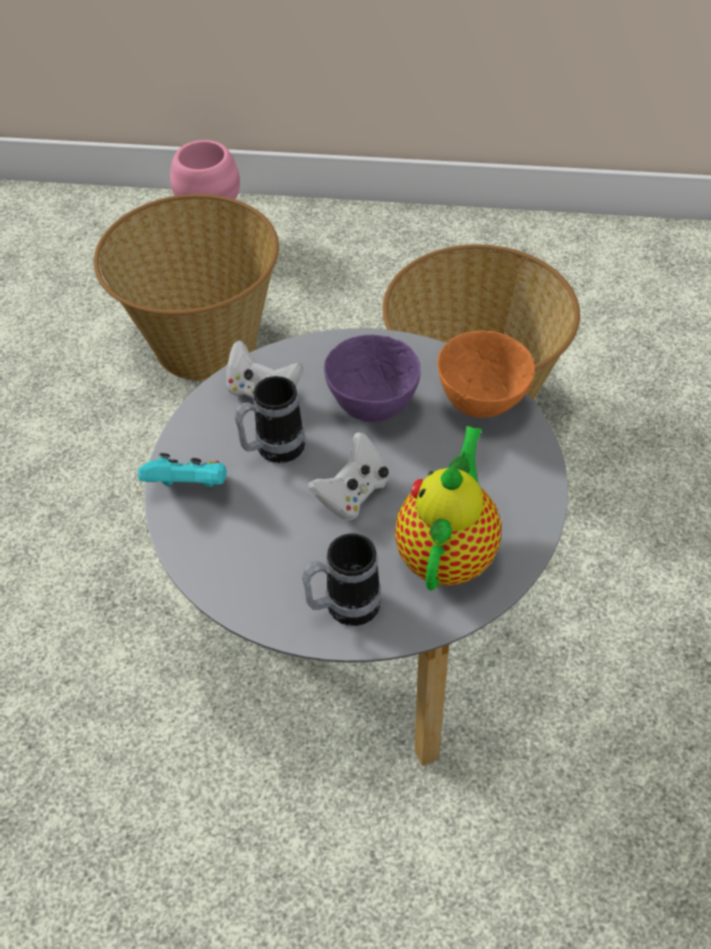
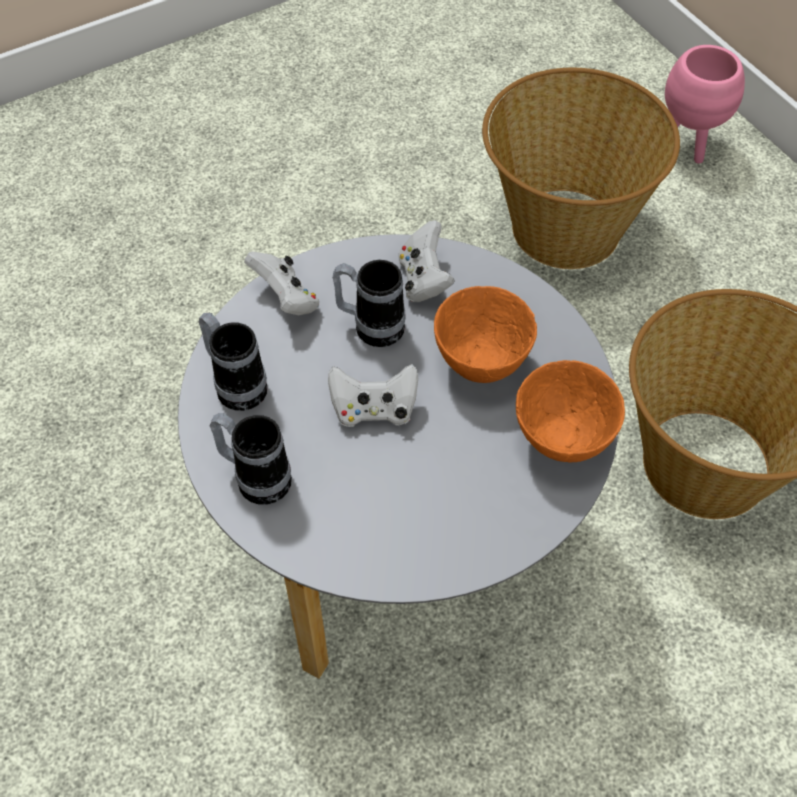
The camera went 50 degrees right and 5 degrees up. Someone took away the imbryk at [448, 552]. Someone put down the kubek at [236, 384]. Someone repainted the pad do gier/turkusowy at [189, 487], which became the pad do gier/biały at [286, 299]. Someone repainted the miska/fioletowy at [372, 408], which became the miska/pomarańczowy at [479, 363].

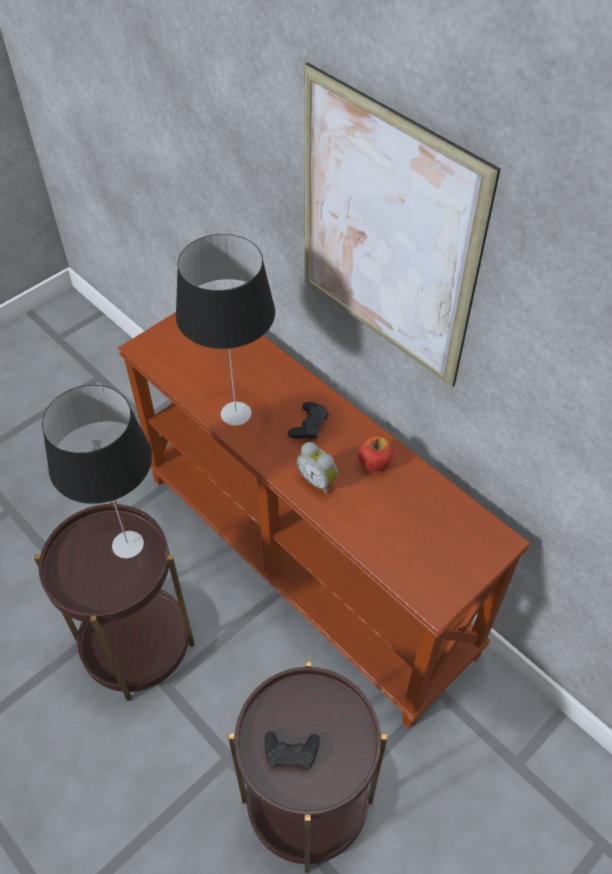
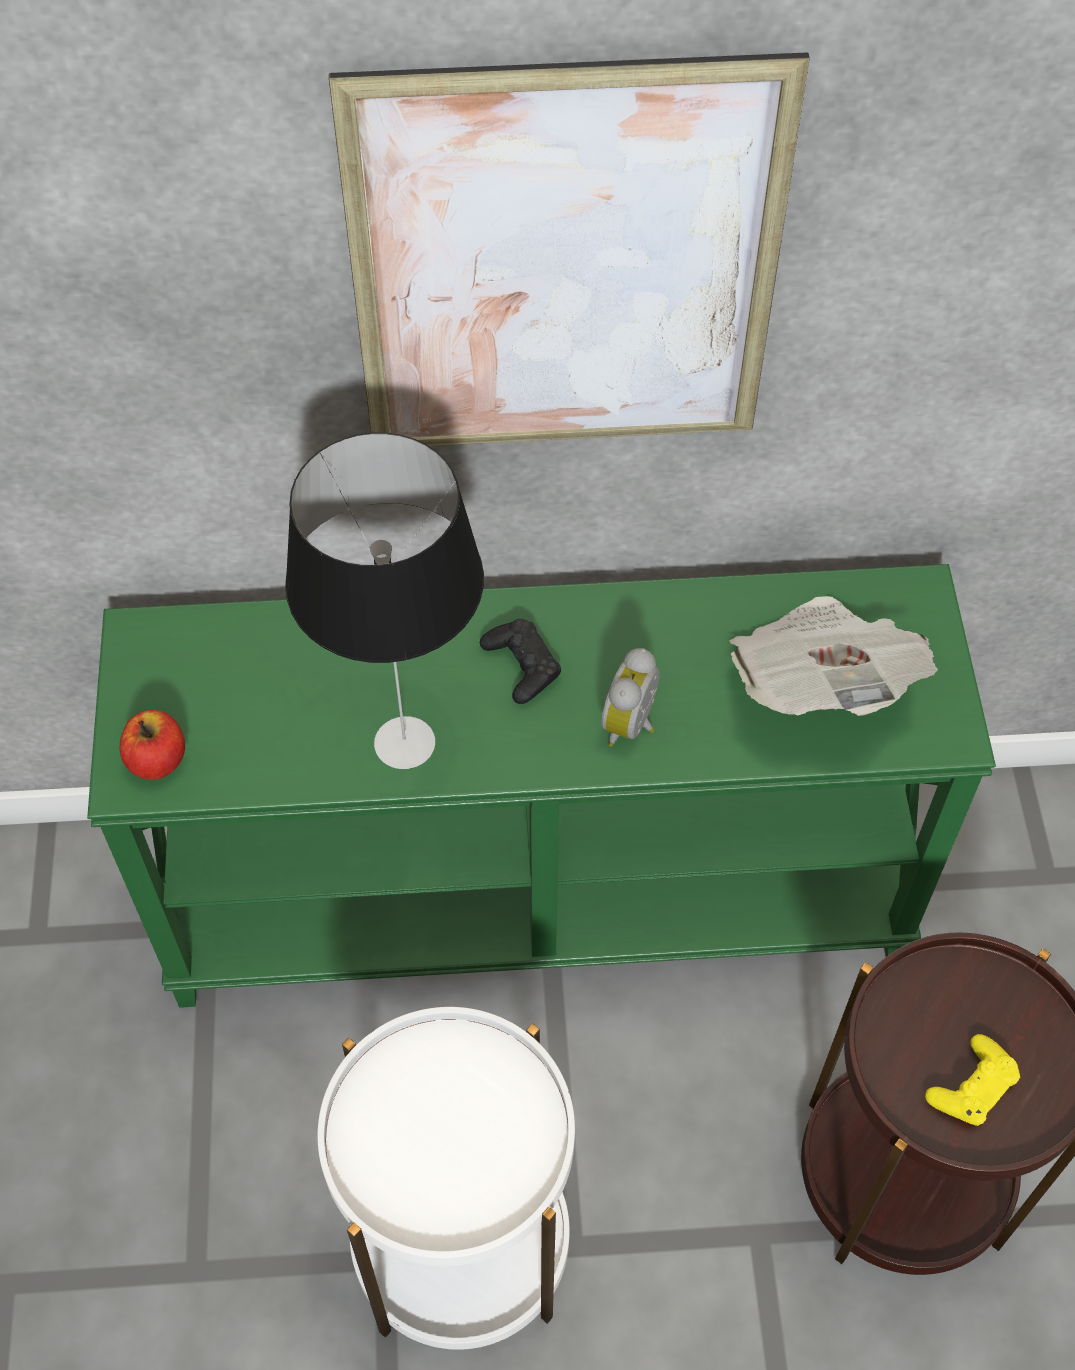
The camera went 50 degrees left and 5 degrees up. Someone took away the lampa stołowa at [126, 545]. Someone put down the gazeta at [822, 684]. Someone carried the jabłko from [375, 463] to [158, 760]. Someone repainted the stolik/brązowy at [136, 644], which became the stolik/biały at [461, 1242]. Someone repainted the stolik konsolowy/brązowy at [308, 561], which became the stolik konsolowy/zielony at [539, 893]. Someone repainted the pad do gier/czarny at [291, 752], which became the pad do gier/żółty at [972, 1086]. Someone rotated the budzik at [318, 480] by 120 degrees clockwise.

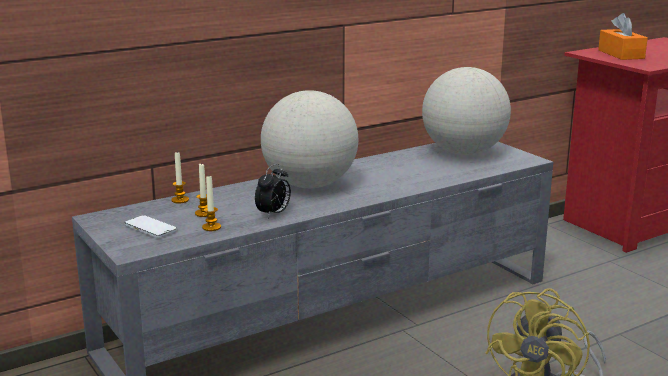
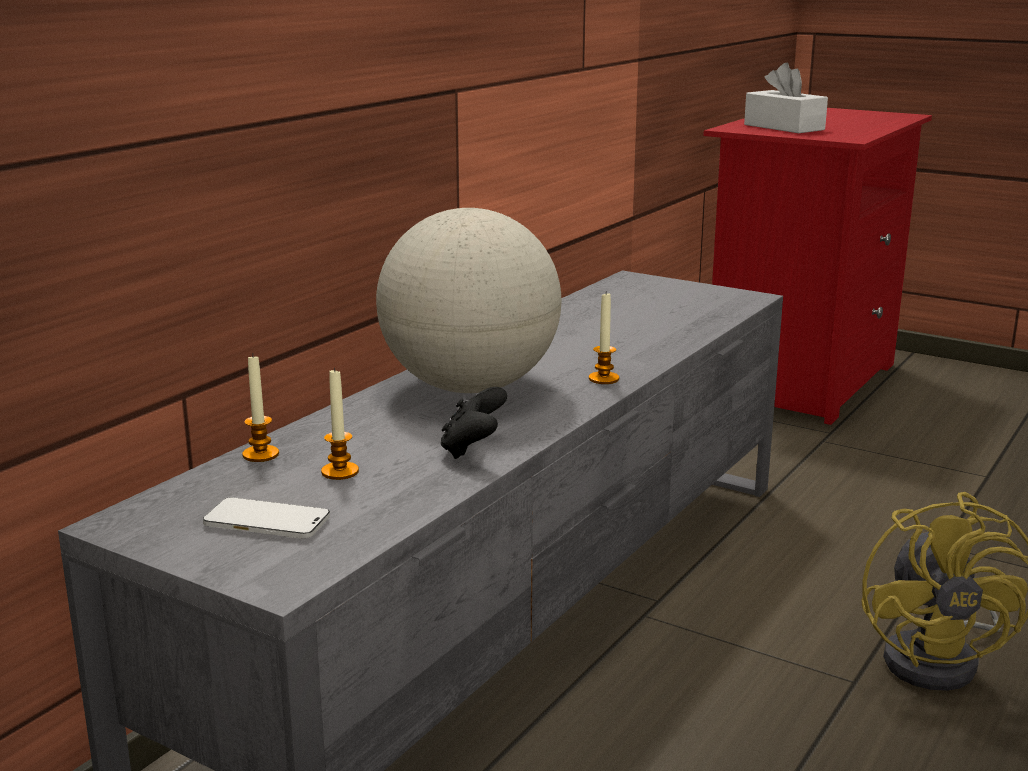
The camera went 25 degrees left and 0 degrees up. Someone took away the globus at [463, 152]. Someone carried the świeca from [211, 227] to [603, 379]. Someone swapped the budzik at [273, 214] for the pad do gier/czarny at [473, 449]. Someone repainted the pudełko chusteczek/pomarańczowy at [621, 54], which became the pudełko chusteczek/biały at [784, 127].

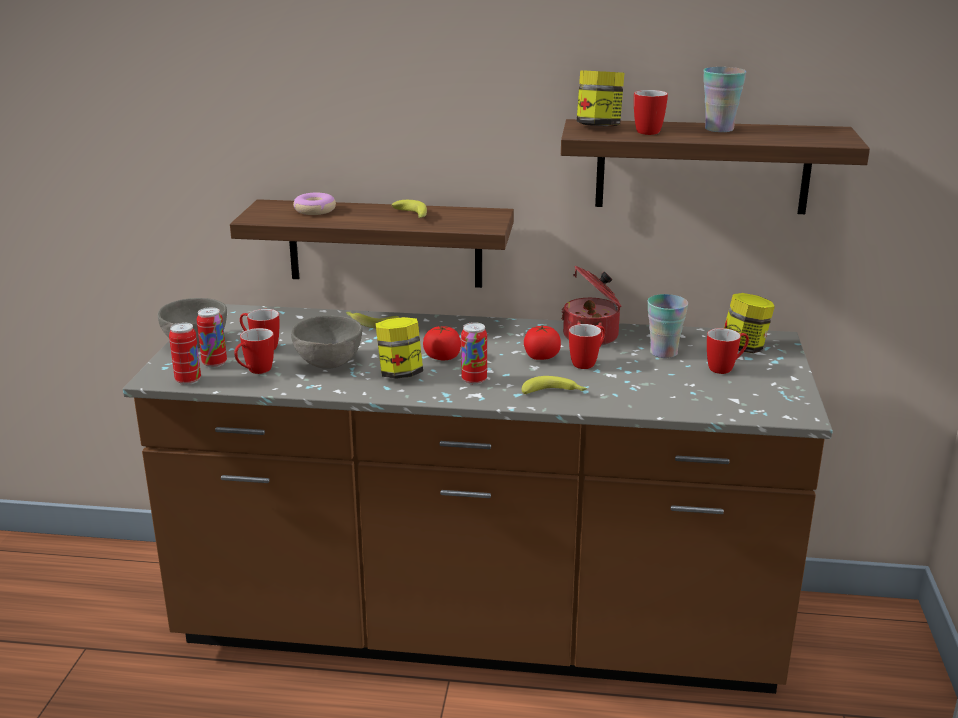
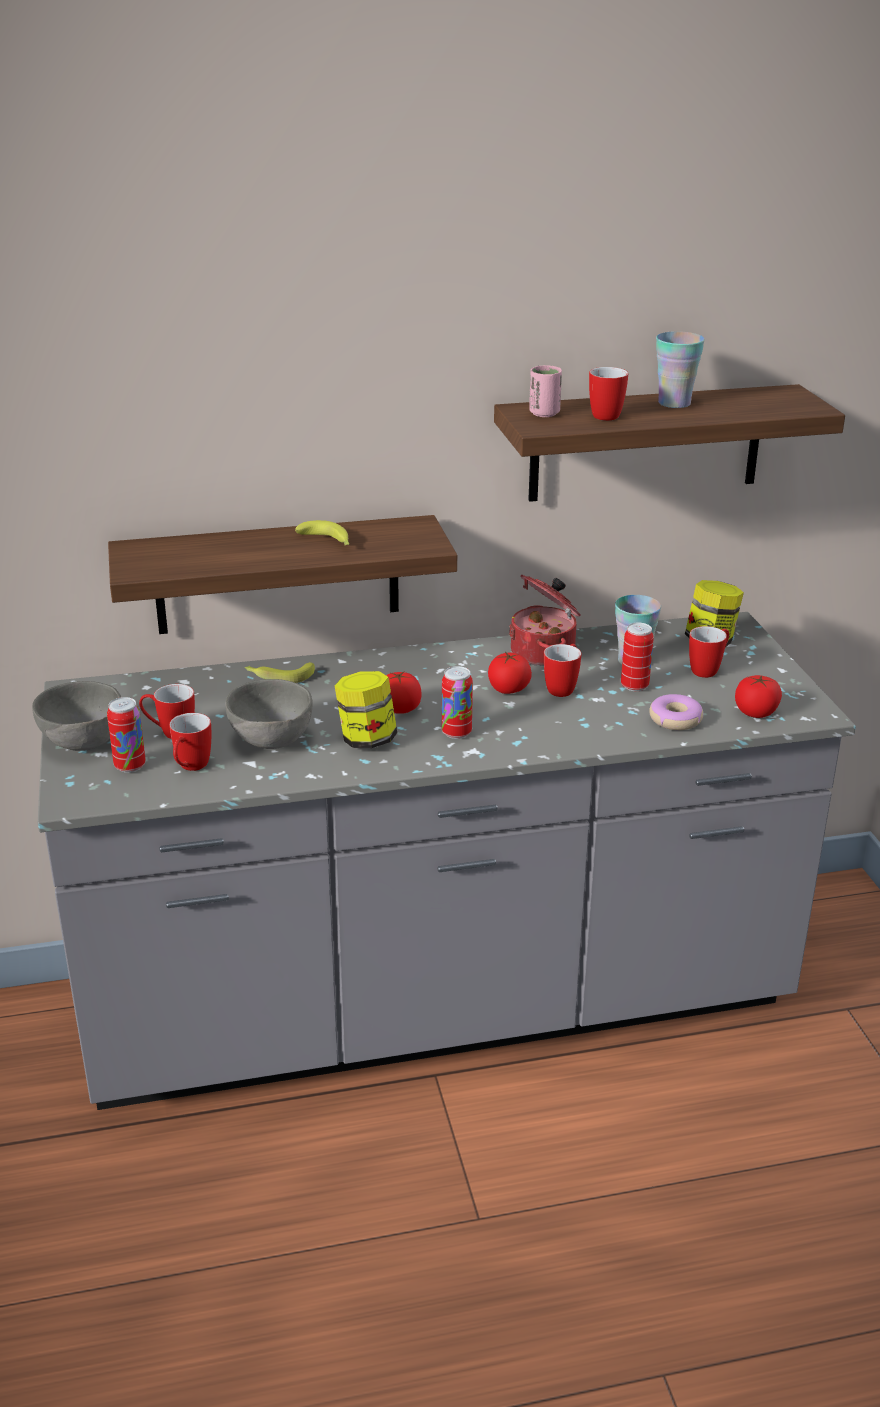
The camera went 20 degrees left and 5 degrees up. Someone took away the banan at [554, 393]. Someone put down the pomidor at [755, 712]. Someone carried the puszka from [188, 380] to [634, 686]. Someone carried the donut from [315, 210] to [675, 719]. Someone swapped the słoik at [598, 126] for the filiżanka/różowy at [544, 413]. Someone repainted the zabudowa kuchenna/brązowy at [479, 631], which became the zabudowa kuchenna/szary at [438, 1009].

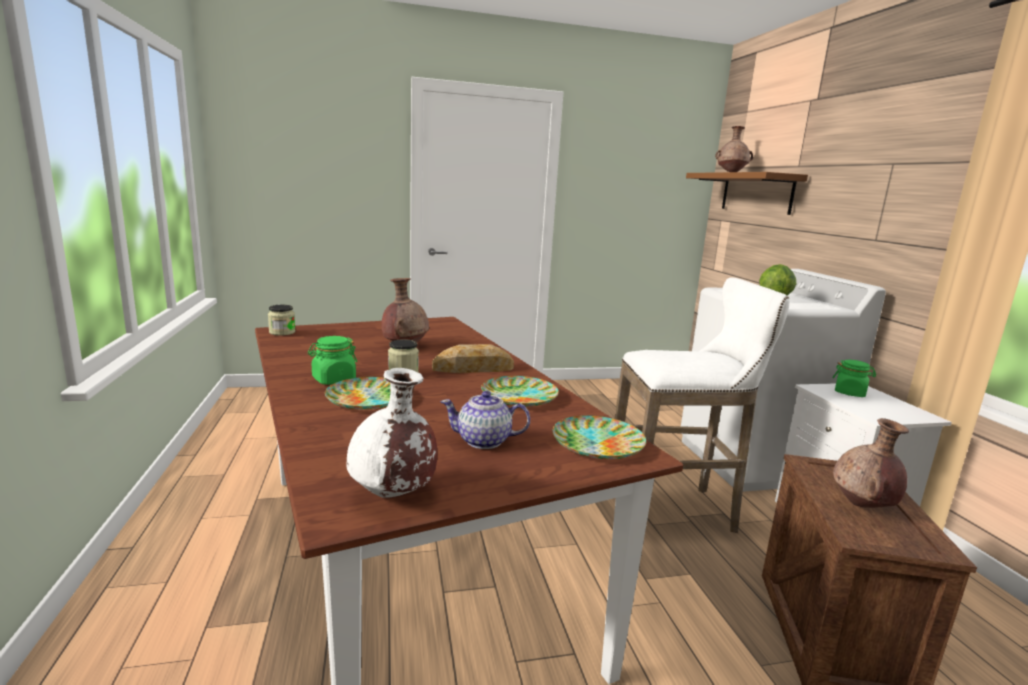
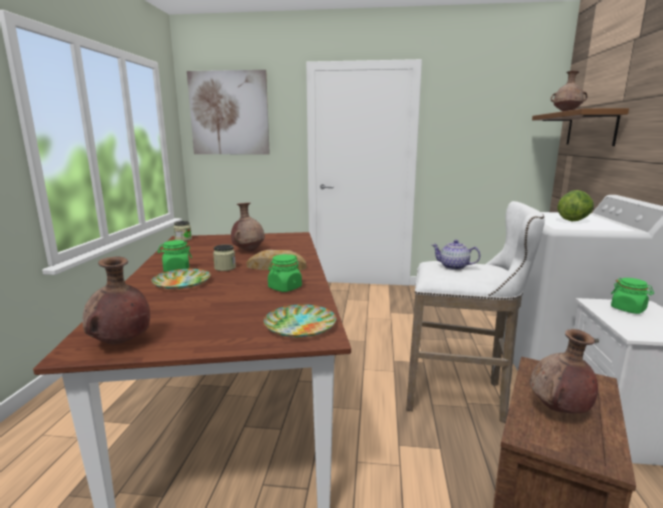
The camera went 20 degrees right and 0 degrees up. Someone put up the obraz at [229, 113]. Someone carried the imbryk from [484, 441] to [454, 267]. Someone swapped the talerz at [519, 396] for the słoik/zielony at [284, 288]. Someone repainted the wazon/biały at [393, 494], which became the wazon/brązowy at [120, 343].

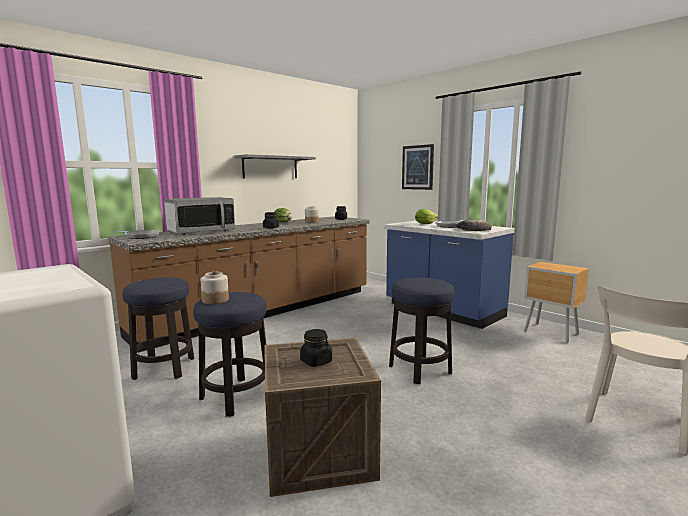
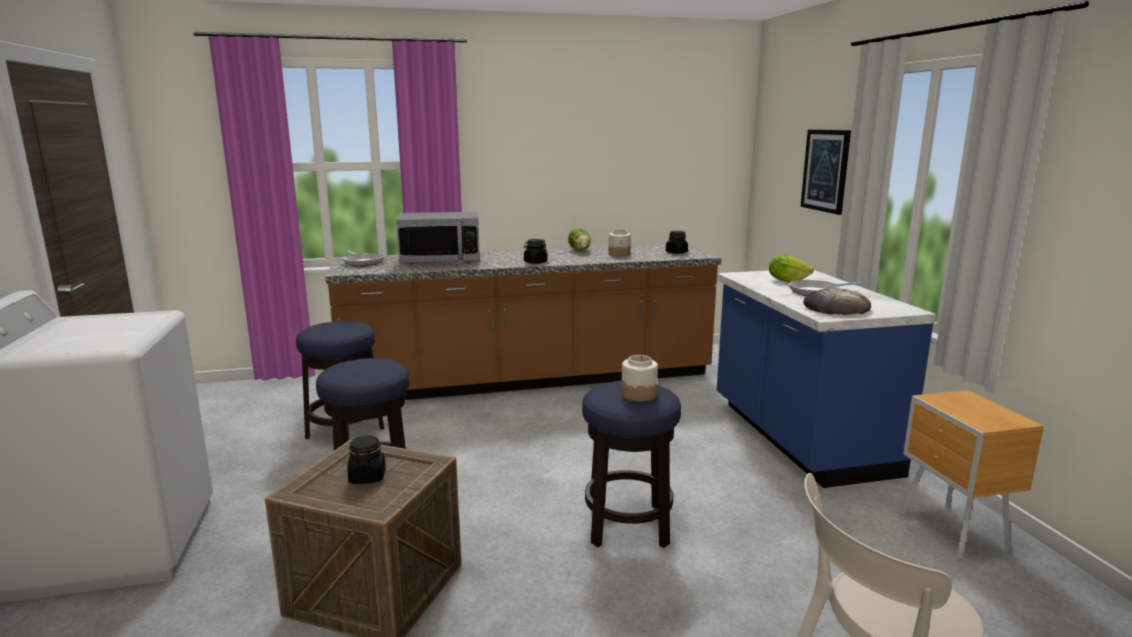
The camera went 30 degrees right and 5 degrees up. Someone took away the półka/szary at [270, 167]. Someone carried the słoik from [215, 300] to [638, 394].

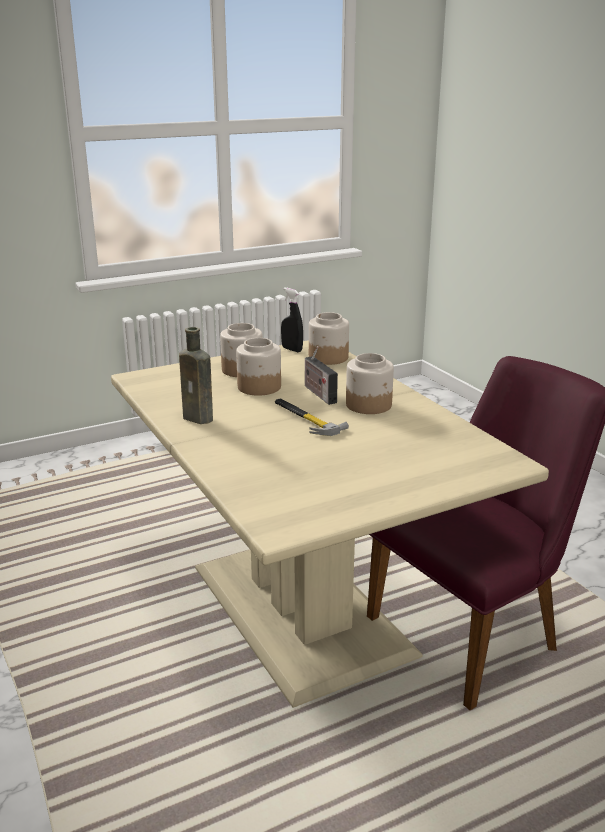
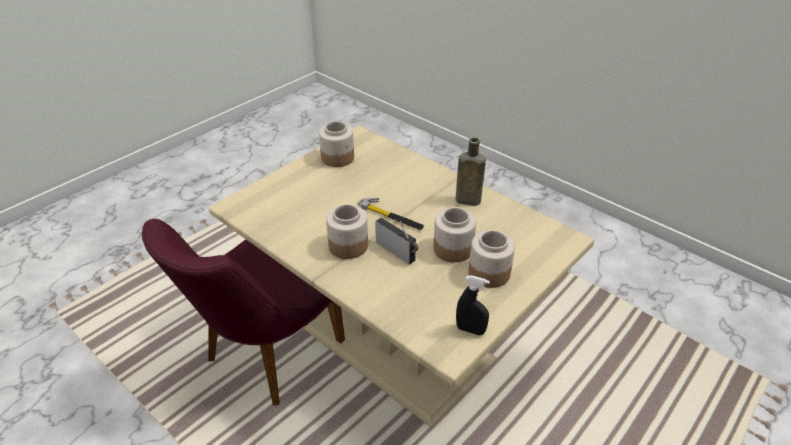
The camera went 160 degrees right and 15 degrees up. Someone carried the słoik from [328, 357] to [338, 158].

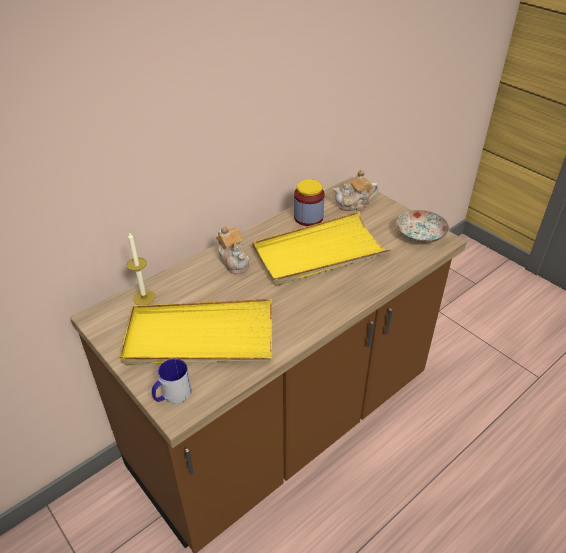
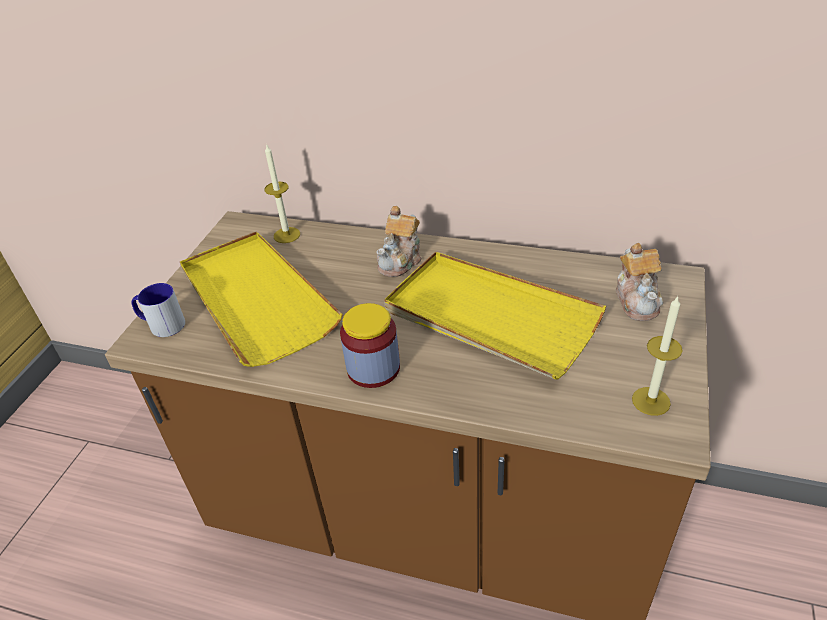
The camera went 60 degrees right and 0 degrees up. Someone carried the słoik from [308, 217] to [373, 368]. Someone swapped the talerz at [420, 235] for the świeca at [651, 401]. Someone rotated the imbryk at [354, 204] by 135 degrees counterclockwise.

